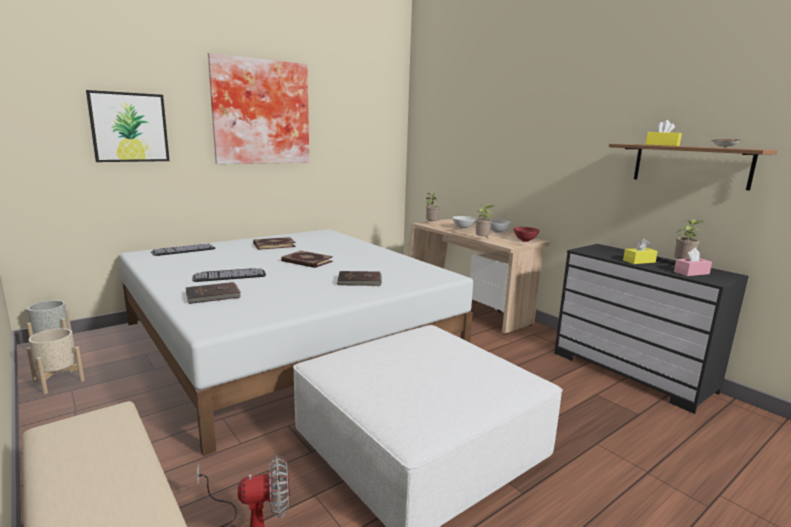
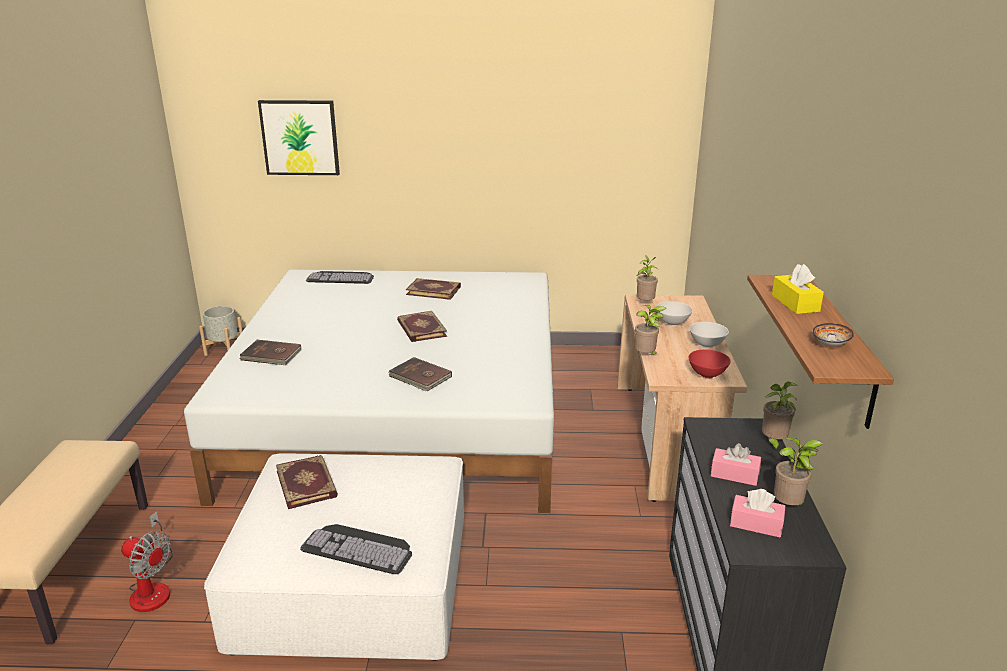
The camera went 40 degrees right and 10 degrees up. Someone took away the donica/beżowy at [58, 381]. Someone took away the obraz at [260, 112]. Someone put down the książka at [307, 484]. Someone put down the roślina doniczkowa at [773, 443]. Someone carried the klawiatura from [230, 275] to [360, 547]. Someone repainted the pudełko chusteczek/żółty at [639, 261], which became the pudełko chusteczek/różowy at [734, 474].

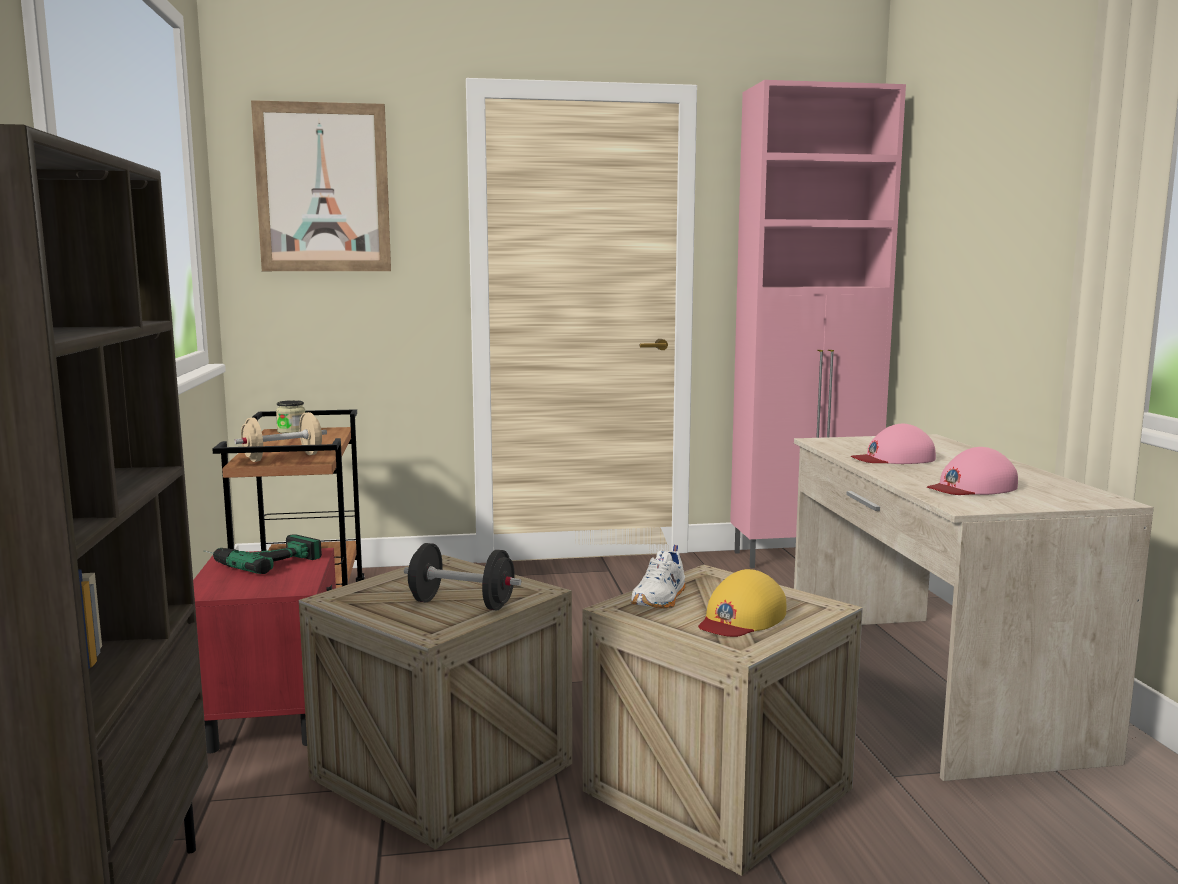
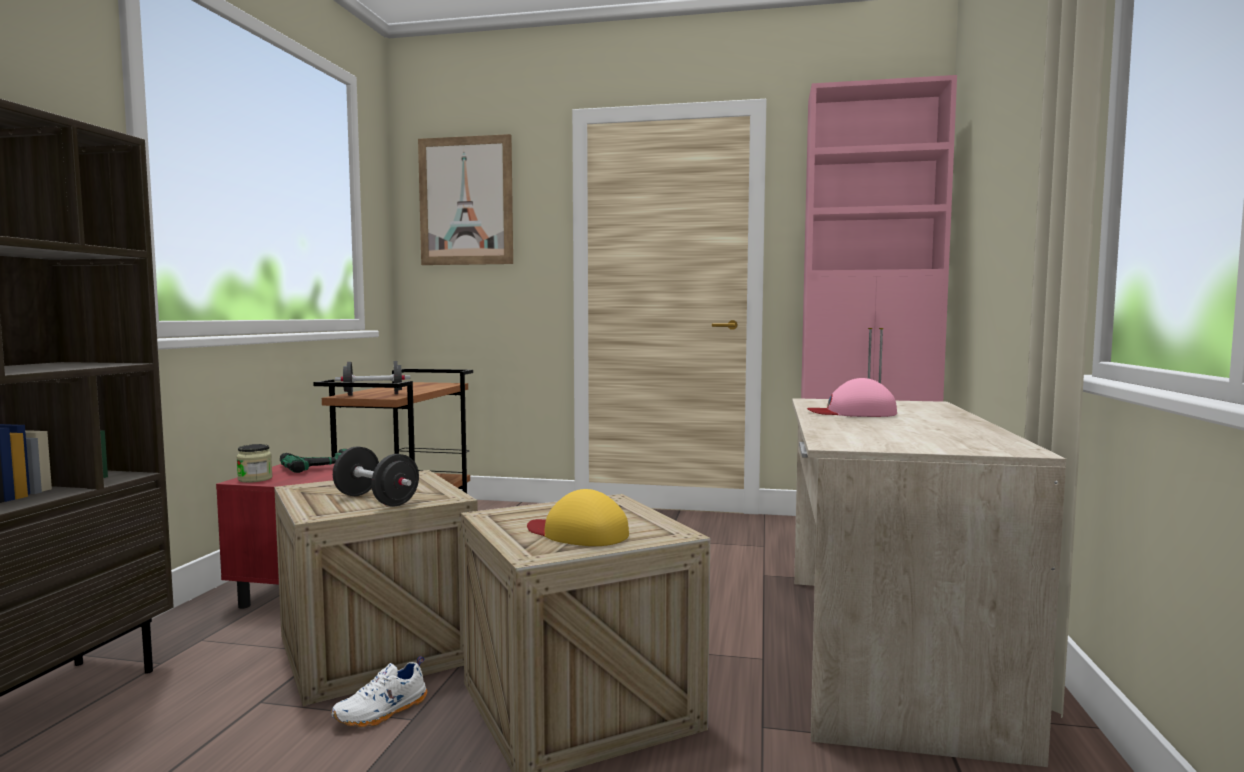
The camera went 20 degrees right and 5 degrees down. Someone took away the czapka z daszkiem/różowy at [971, 487]. Someone carried the słoik from [291, 431] to [255, 479]. Someone carried the but/biały from [661, 599] to [382, 712]. Someone repainted the hantel/beżowy at [283, 457], which became the hantel/czarny at [373, 394]. Someone rotated the czapka z daszkiem/żółty at [741, 618] by 60 degrees clockwise.

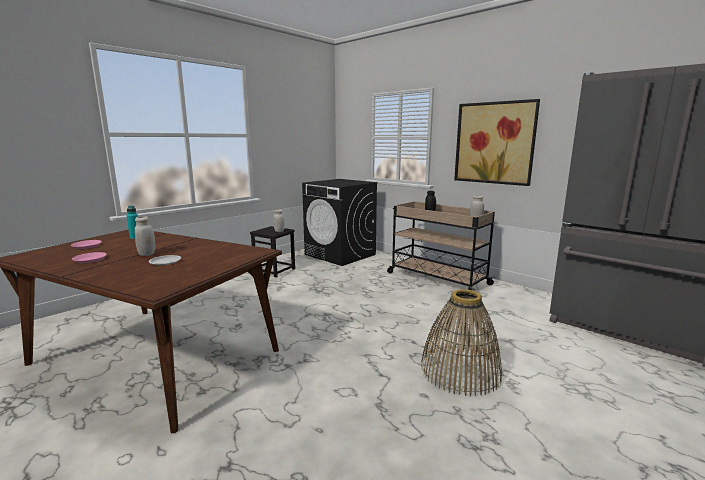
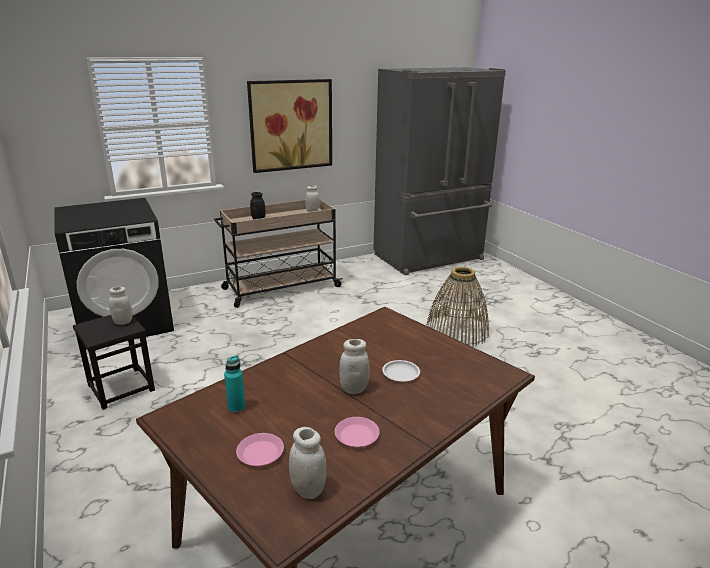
The camera went 70 degrees left and 10 degrees up. Someone put down the słoik/biały at [308, 489].

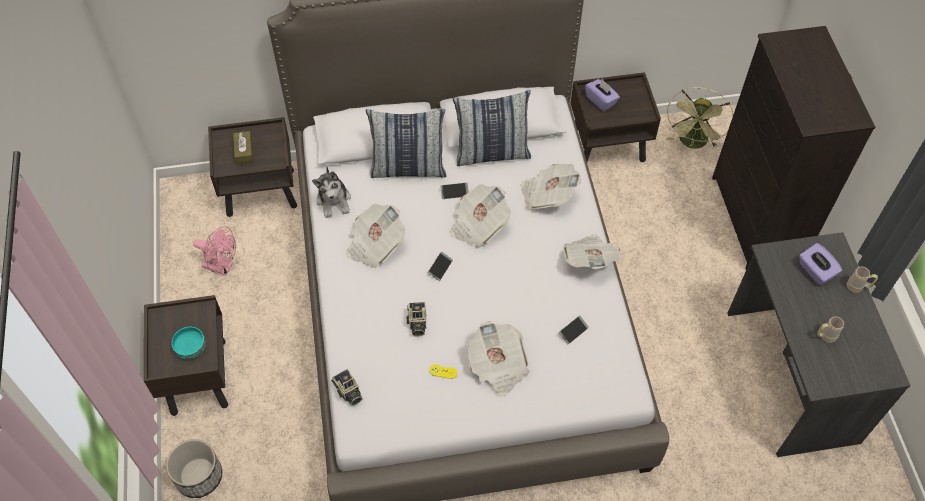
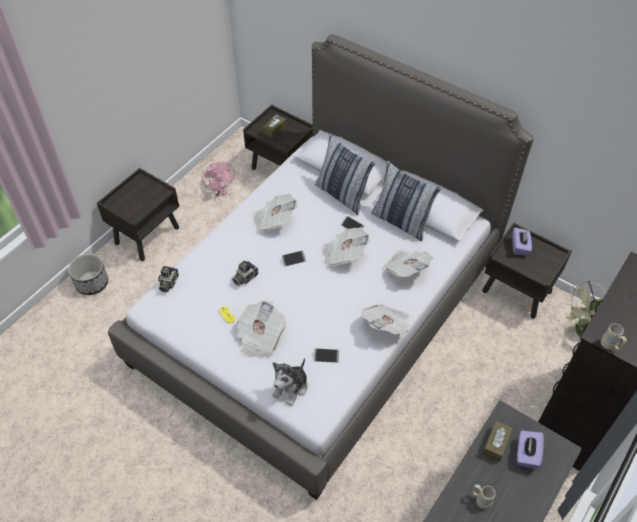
The camera went 45 degrees right and 5 degrees down. Someone took away the miska/turkusowy at [191, 348]. Someone put down the pudełko chusteczek/brązowy at [496, 444]. Someone carried the pluszak from [334, 200] to [291, 387]. Someone carried the kubek/beżowy from [857, 287] to [610, 346].

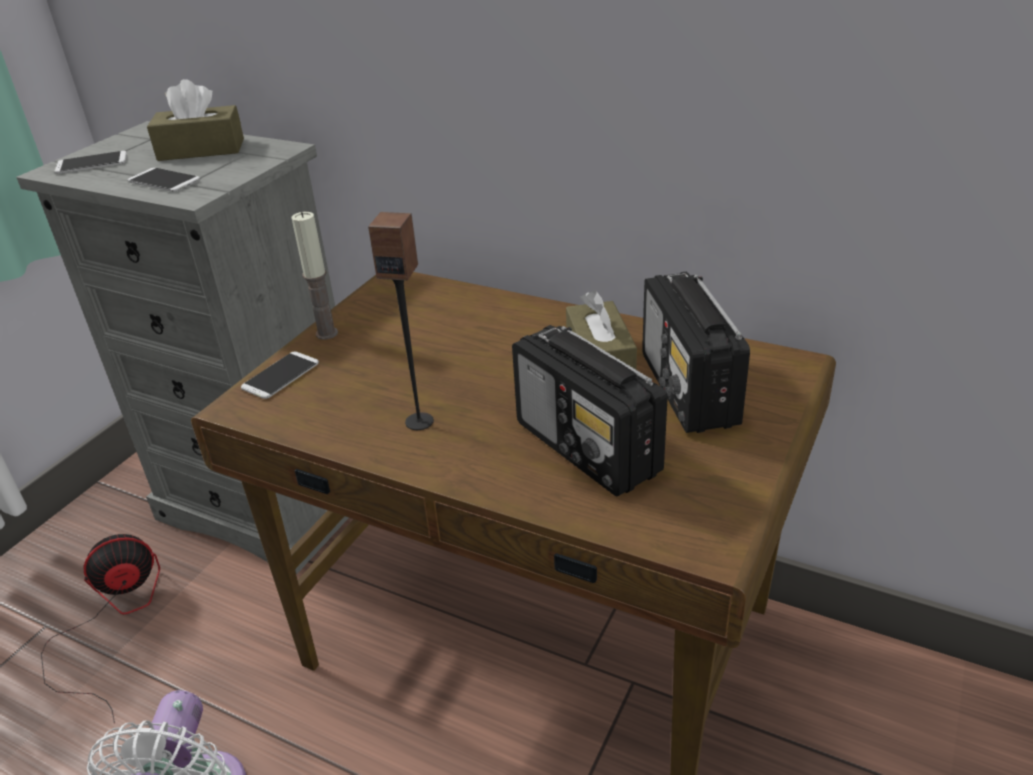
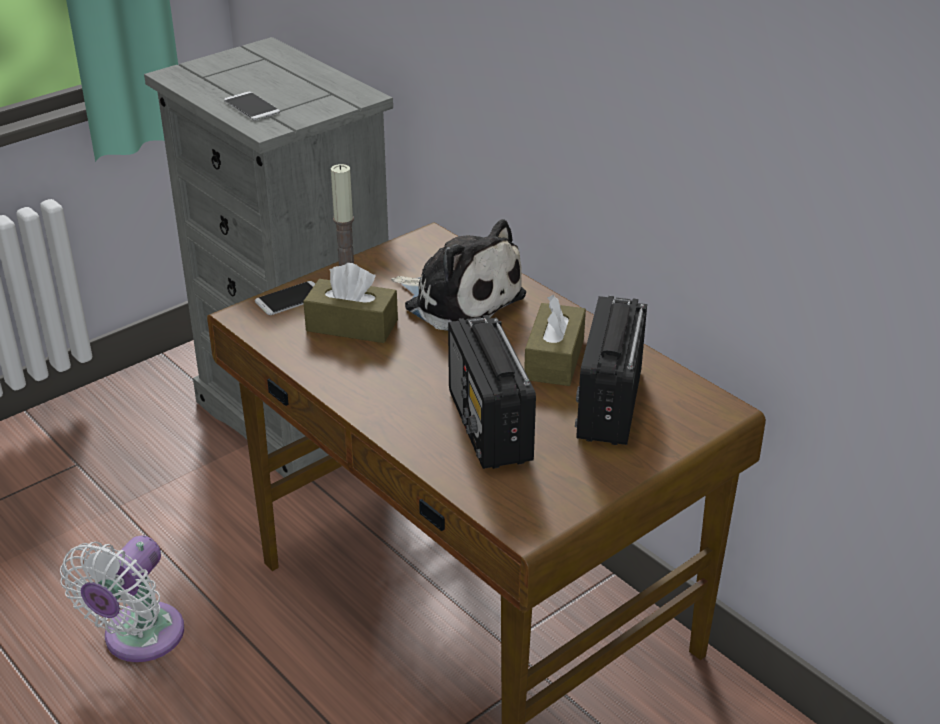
The camera went 20 degrees right and 0 degrees up. Someone took away the wentylator at [113, 621]. Someone took away the telefon at [92, 163]. Someone took away the głośnik at [419, 421]. Someone put down the pluszak at [459, 300]. Someone carried the pudełko chusteczek/brązowy from [201, 149] to [352, 325].

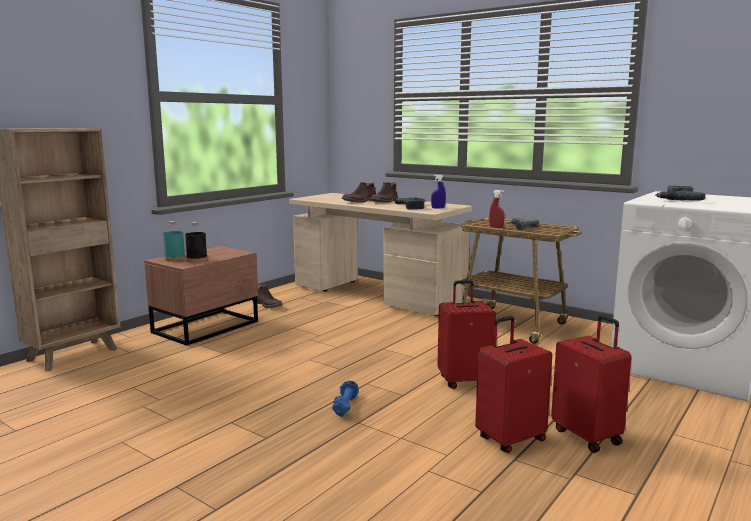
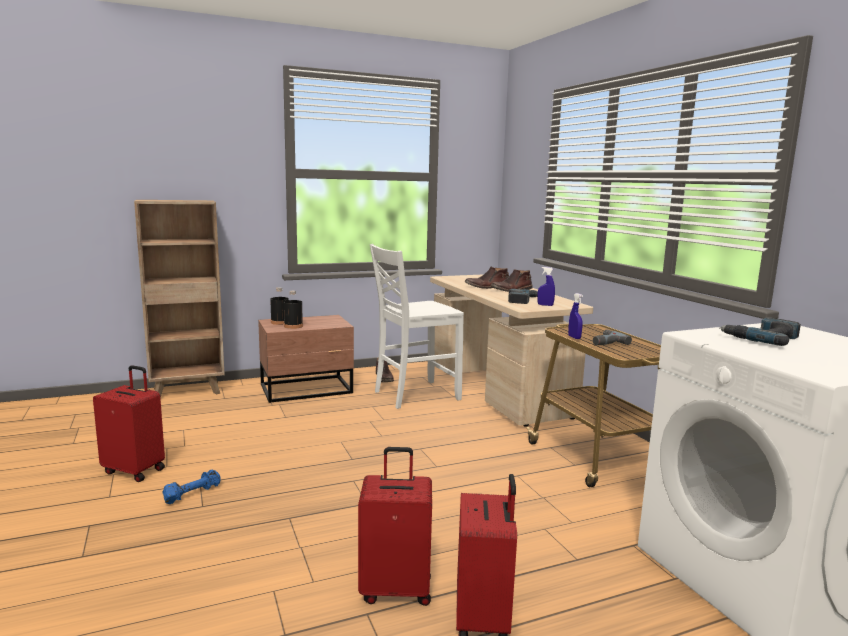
The camera went 30 degrees right and 0 degrees up. Someone put down the krzesło/biały at [414, 395]. Someone carried the hantel/niebieski from [345, 406] to [192, 494]. Someone carried the walizka/czerwony from [464, 381] to [135, 470]. Someone repainted the butelka/turkusowy at [175, 259], which became the butelka/czarny at [280, 322]. Someone repainted the spryskiwacz/czerwony at [496, 227], which became the spryskiwacz/niebieski at [574, 337].

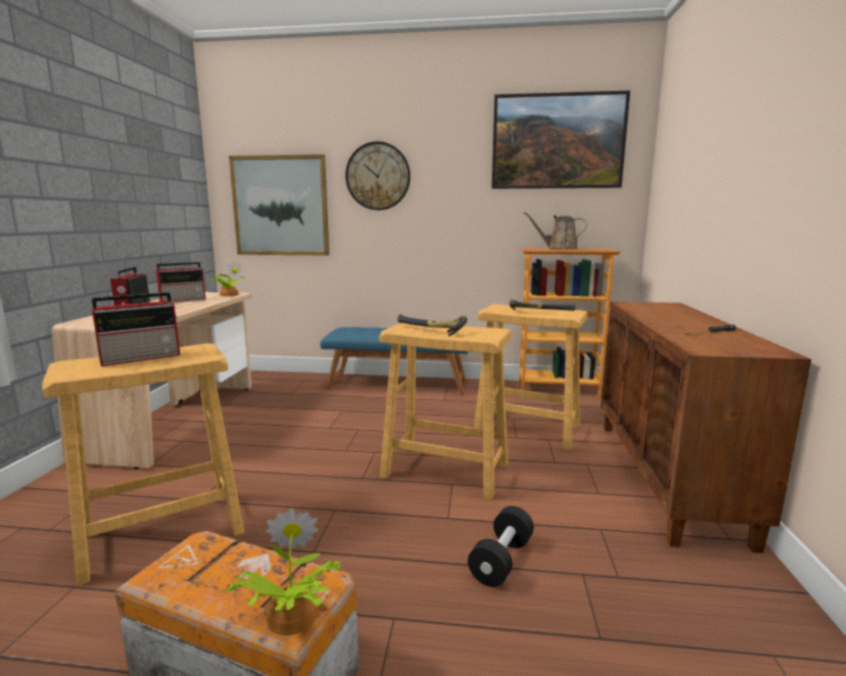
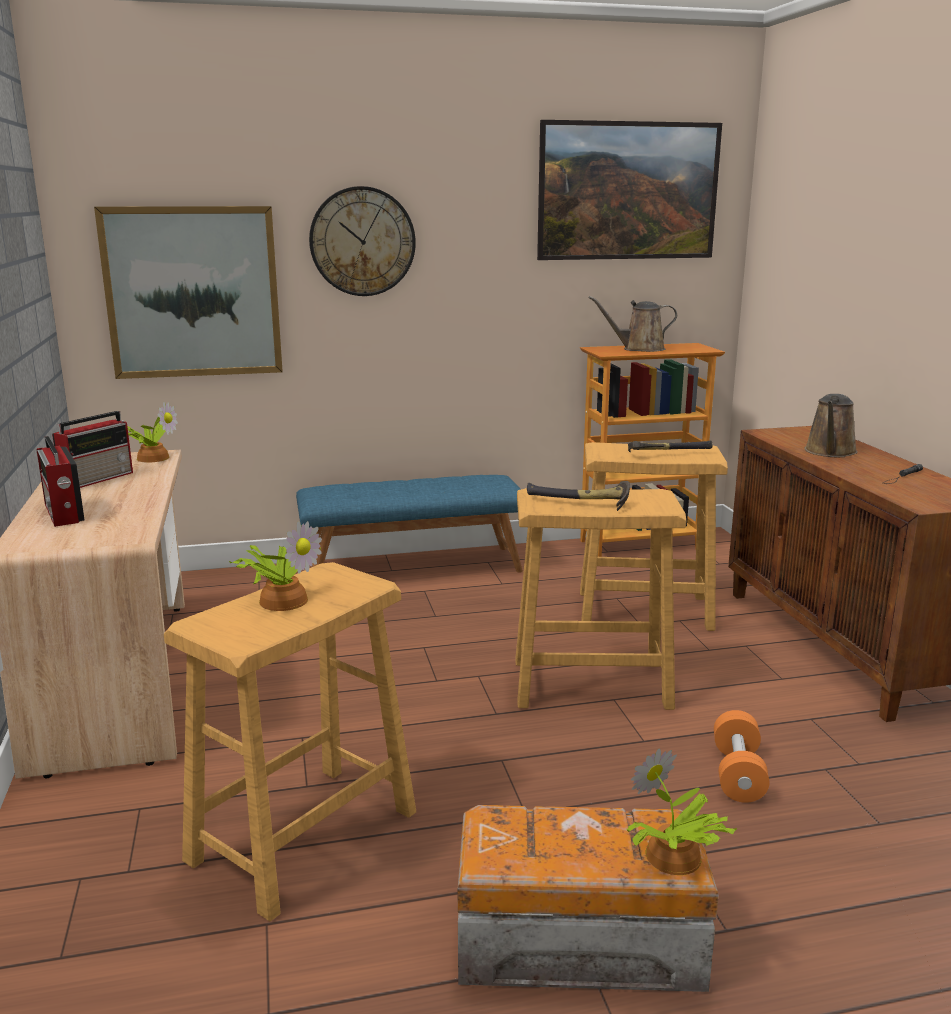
The camera went 20 degrees left and 5 degrees up. Someone put down the konewka/brązowy at [830, 452]. Someone swapped the radio at [143, 357] for the roślina doniczkowa at [283, 599]. Someone repainted the hantel/czarny at [501, 560], which became the hantel/pomarańczowy at [738, 774].

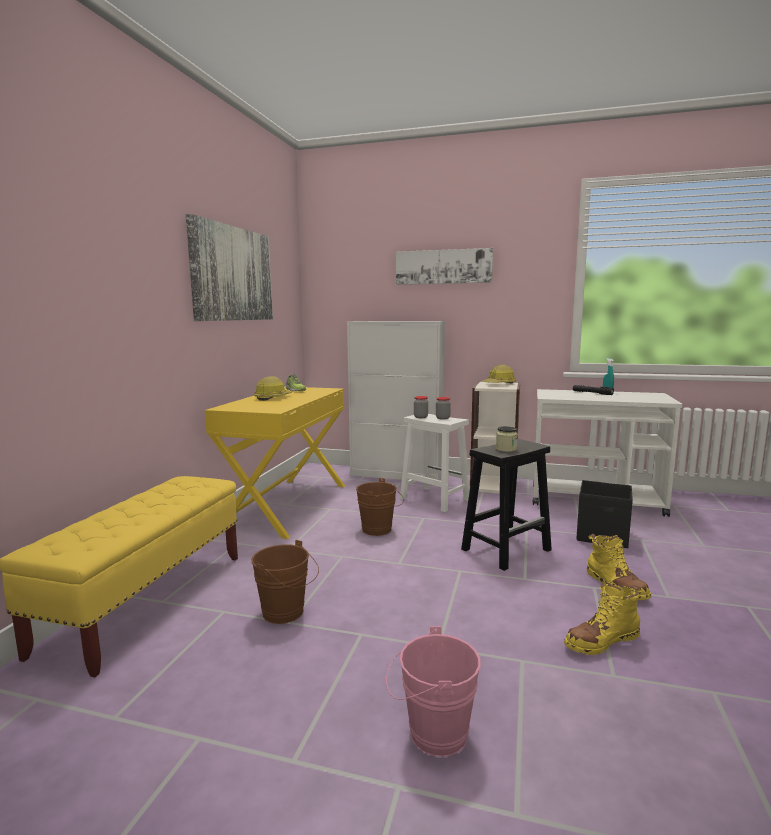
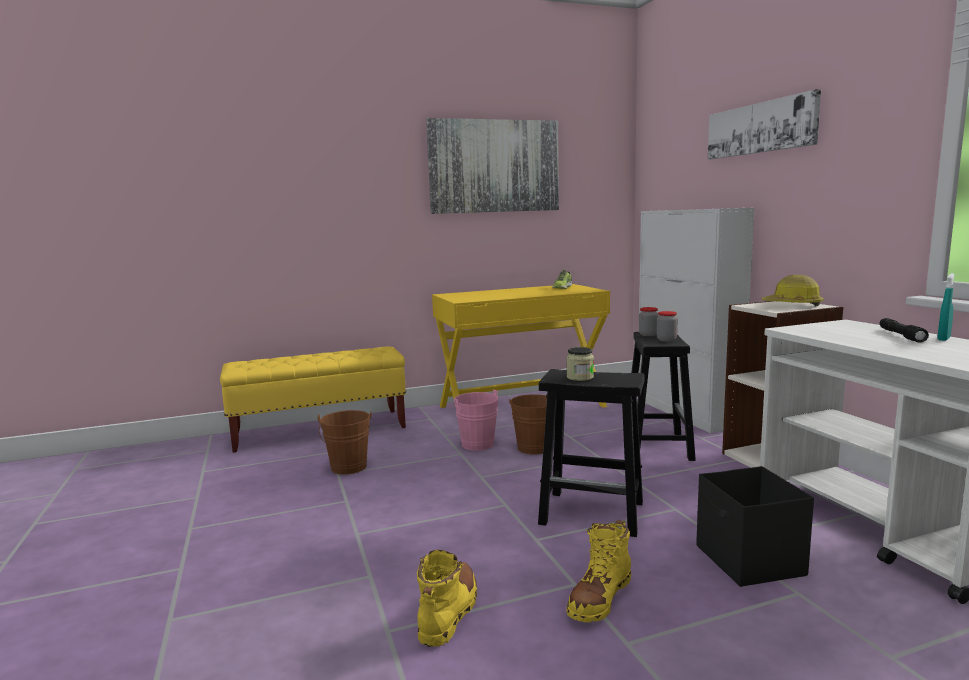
The camera went 55 degrees right and 0 degrees up. Someone took away the kask at [272, 398]. Someone carried the wiadro/różowy from [431, 733] to [475, 443]. Someone repainted the stołek/biały at [433, 499], which became the stołek/czarny at [656, 446]. Someone rotated the but z cholewką/żółty at [601, 641] by 75 degrees clockwise.

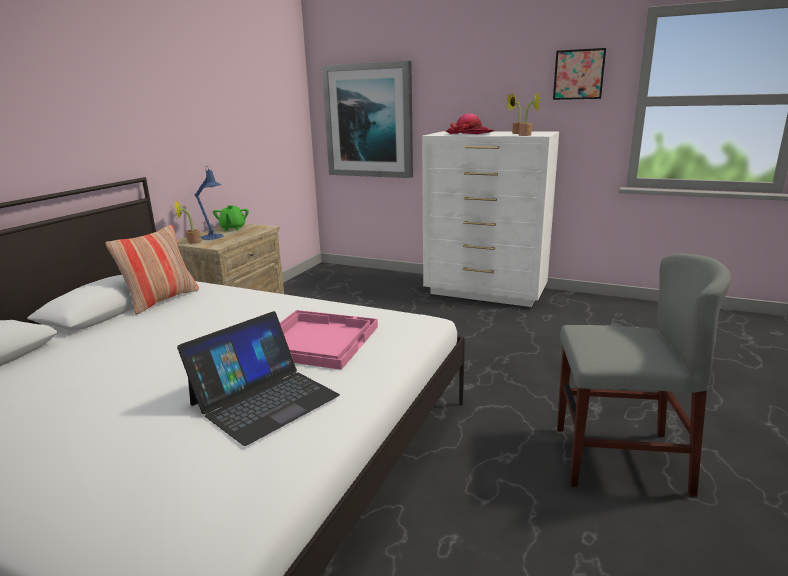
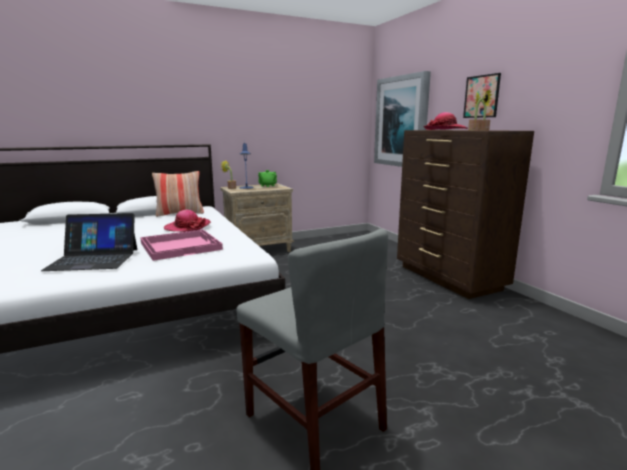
The camera went 40 degrees right and 5 degrees down. Someone put down the kapelusz at [187, 227]. Someone carried the obraz from [578, 74] to [481, 96]. Someone repainted the komoda/biały at [485, 292], which became the komoda/brązowy at [448, 278].

